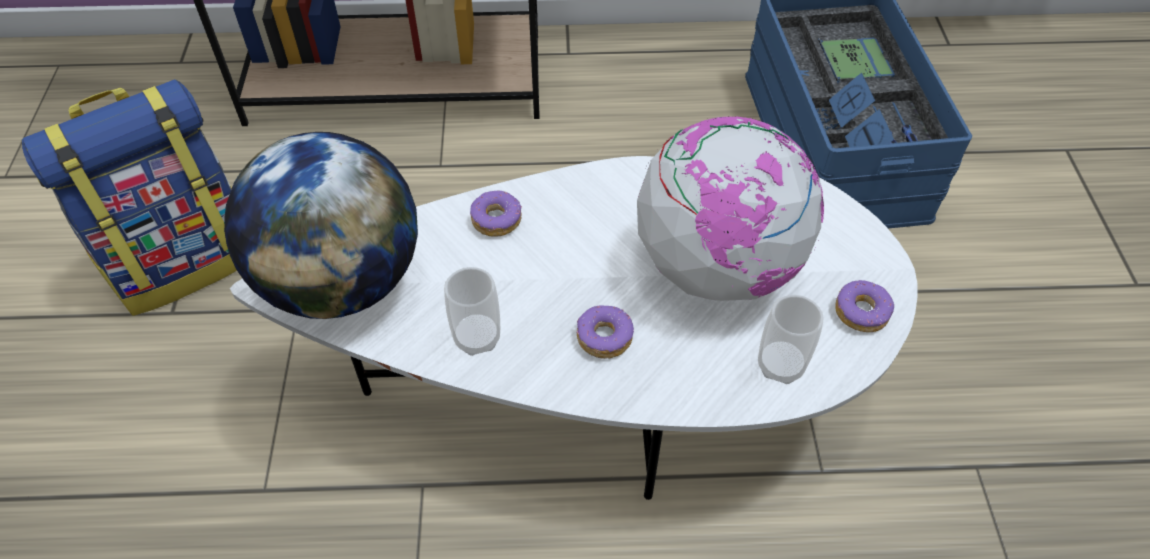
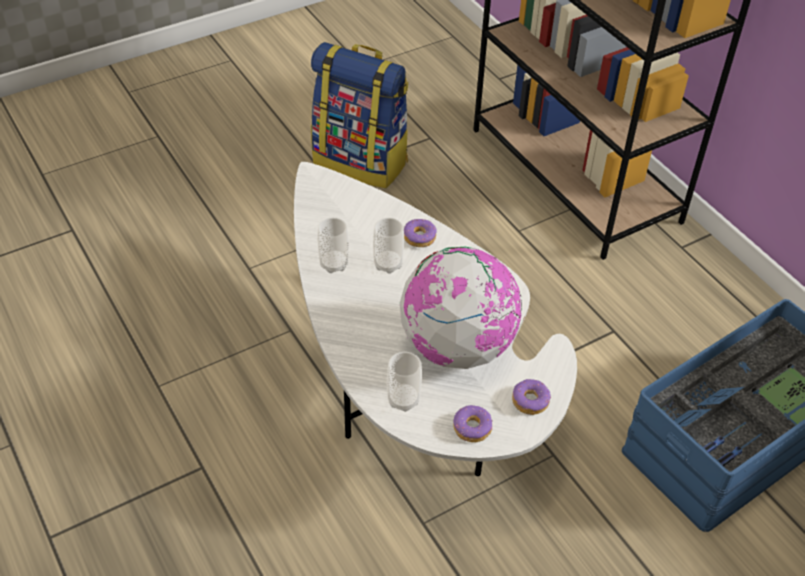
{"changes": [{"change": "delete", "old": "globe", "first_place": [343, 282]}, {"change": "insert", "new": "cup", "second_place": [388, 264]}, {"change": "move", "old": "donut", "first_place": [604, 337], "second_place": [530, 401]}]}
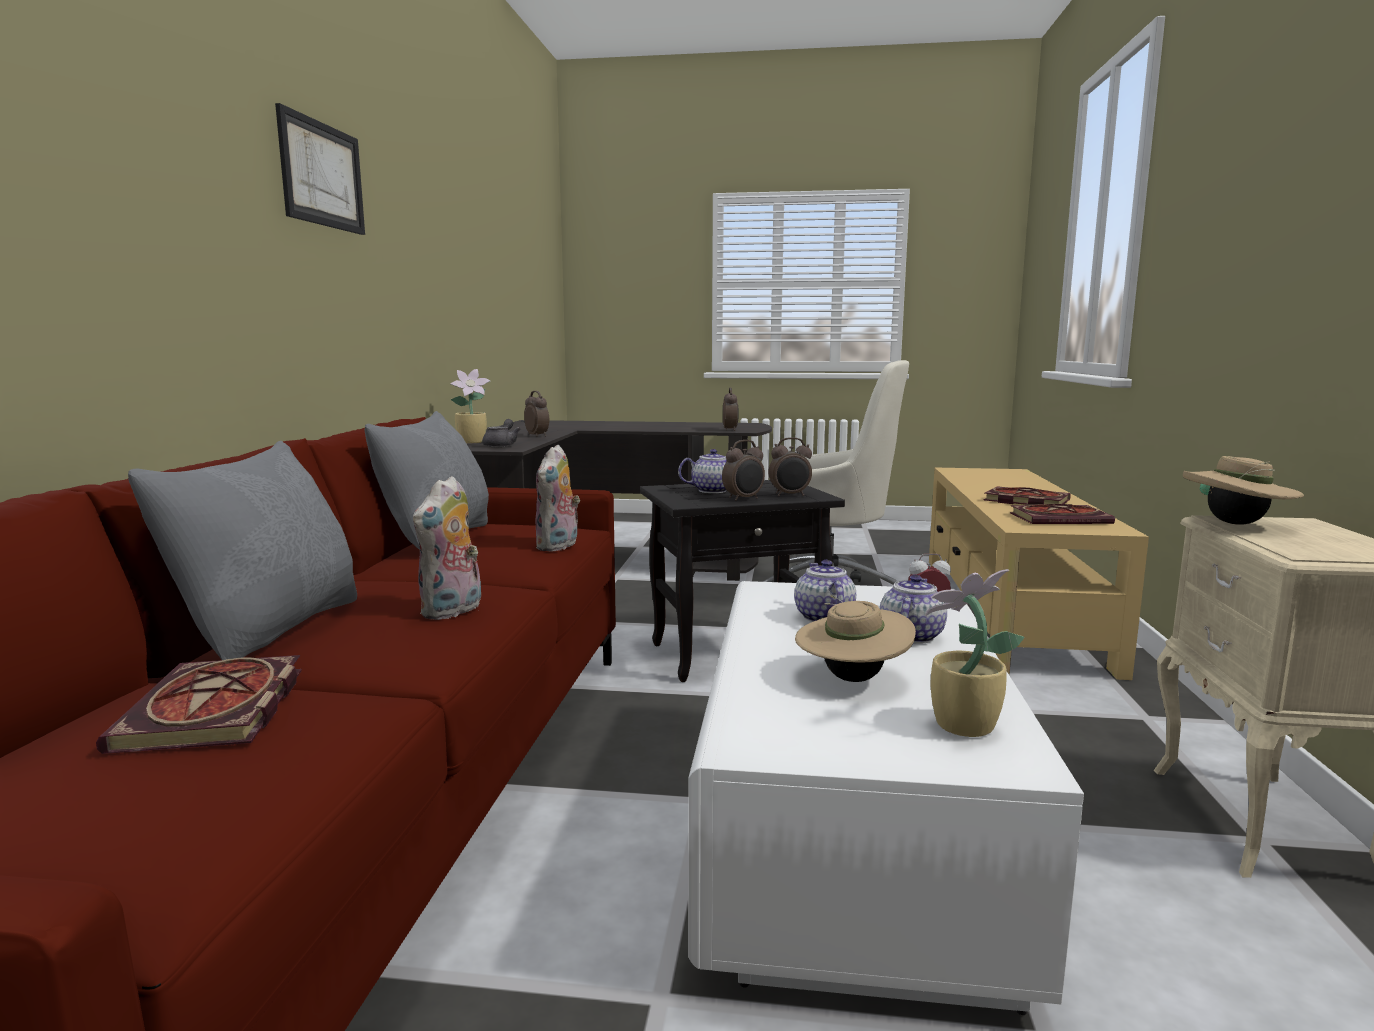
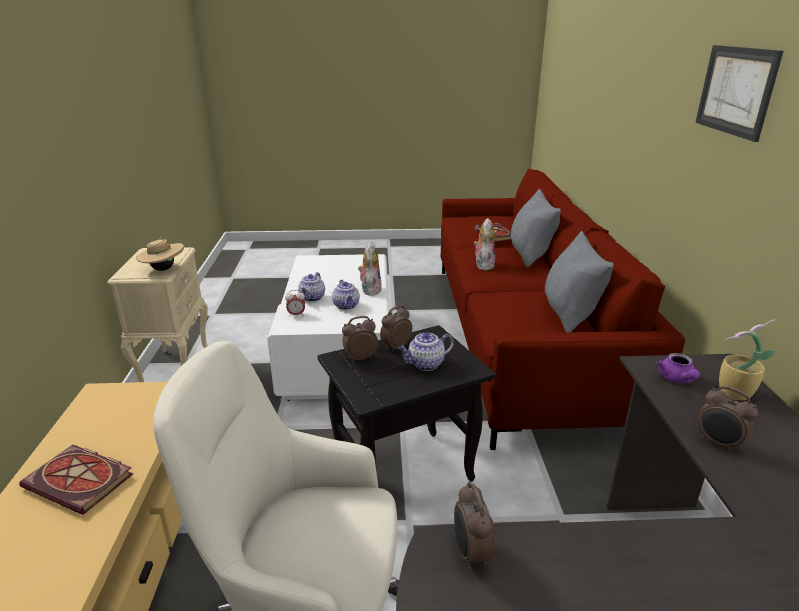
{"changes": [{"change": "delete", "old": "beige hat", "first_place": [852, 678]}, {"change": "delete", "old": "potted plant", "first_place": [961, 726]}, {"change": "delete", "old": "book", "first_place": [1061, 519]}, {"change": "move", "old": "plush toy", "first_place": [559, 546], "second_place": [370, 290]}, {"change": "recolor", "old": "grey teapot", "new": "purple teapot", "first_place": [501, 445], "second_place": [677, 379]}]}
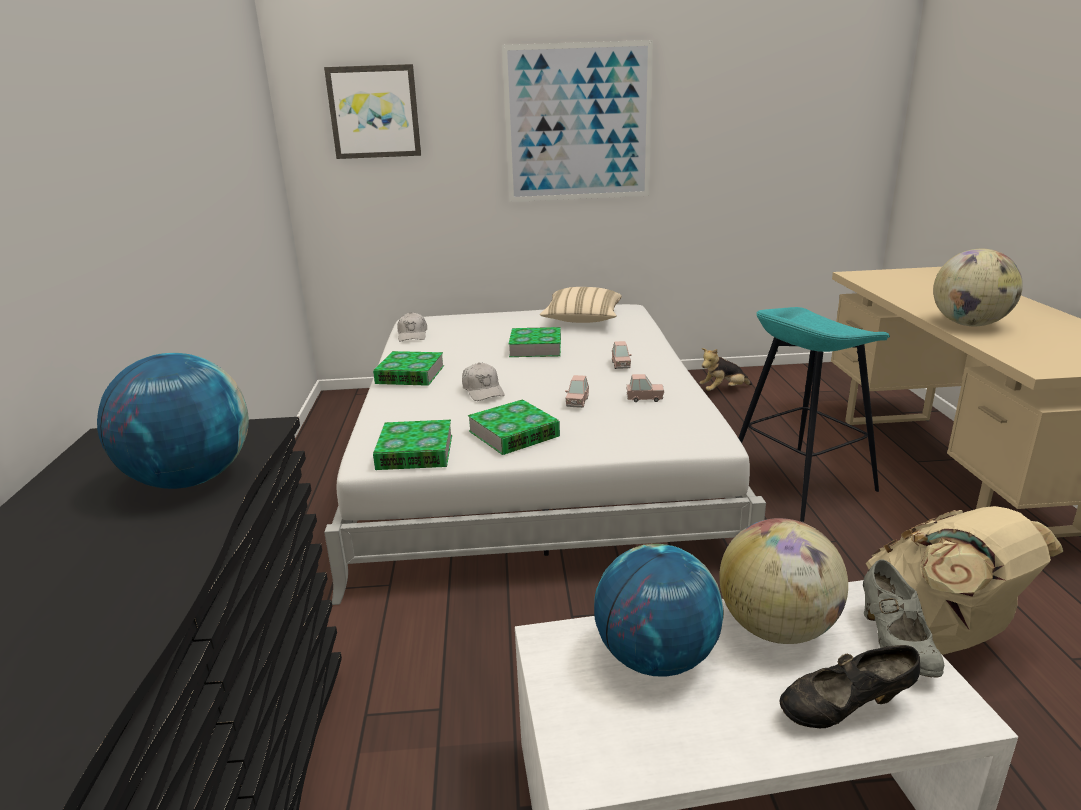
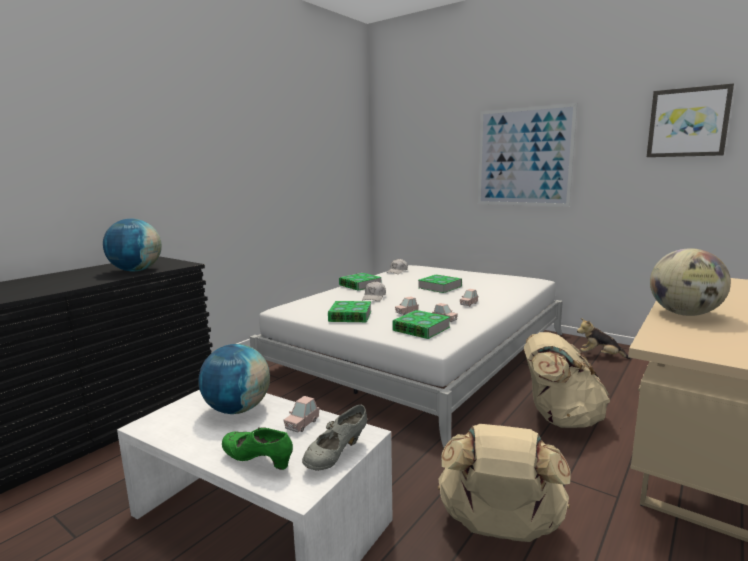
{"changes": [{"change": "delete", "old": "beige pillow", "first_place": [582, 320]}, {"change": "move", "old": "picture", "first_place": [374, 112], "second_place": [688, 122]}, {"change": "move", "old": "book", "first_place": [415, 452], "second_place": [421, 329]}, {"change": "replace", "old": "globe", "new": "pink toy car", "first_place": [776, 628], "second_place": [302, 424]}, {"change": "replace", "old": "turquoise stool", "new": "beige backpack", "first_place": [799, 483], "second_place": [560, 418]}, {"change": "recolor", "old": "black shoe", "new": "green shoe", "first_place": [844, 710], "second_place": [258, 461]}]}
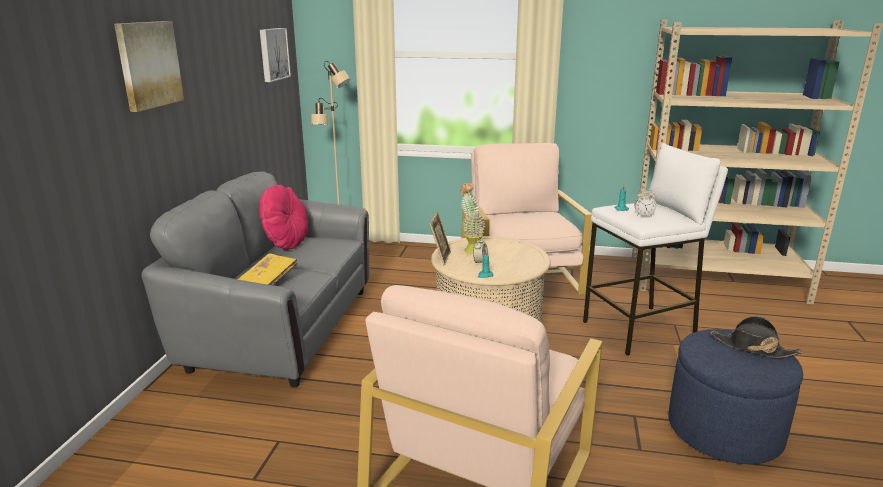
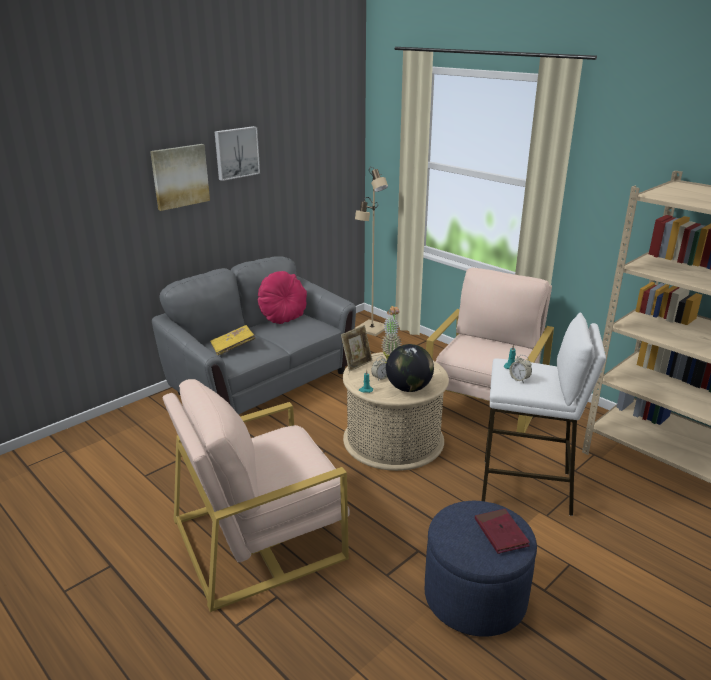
{"changes": [{"change": "insert", "new": "globe", "second_place": [409, 388]}, {"change": "move", "old": "picture", "first_place": [273, 54], "second_place": [236, 152]}, {"change": "replace", "old": "black hat", "new": "red book", "first_place": [752, 347], "second_place": [501, 533]}]}
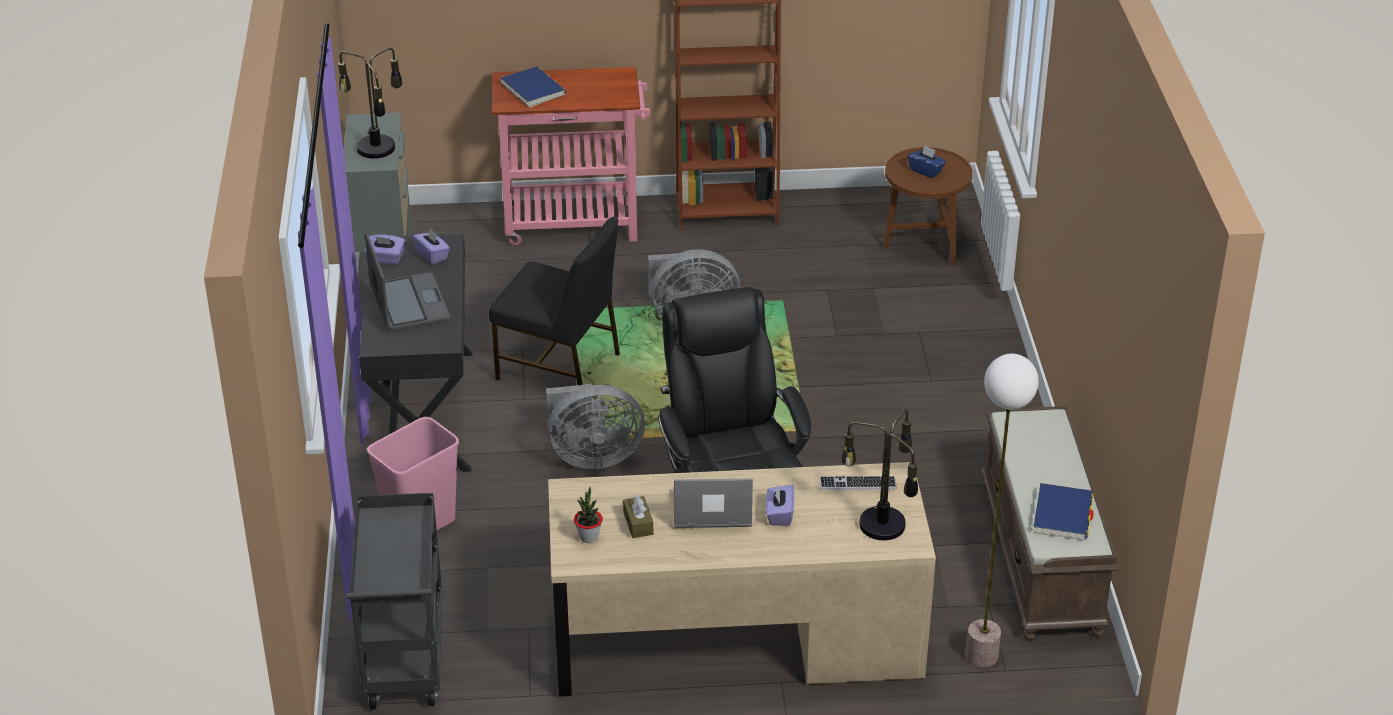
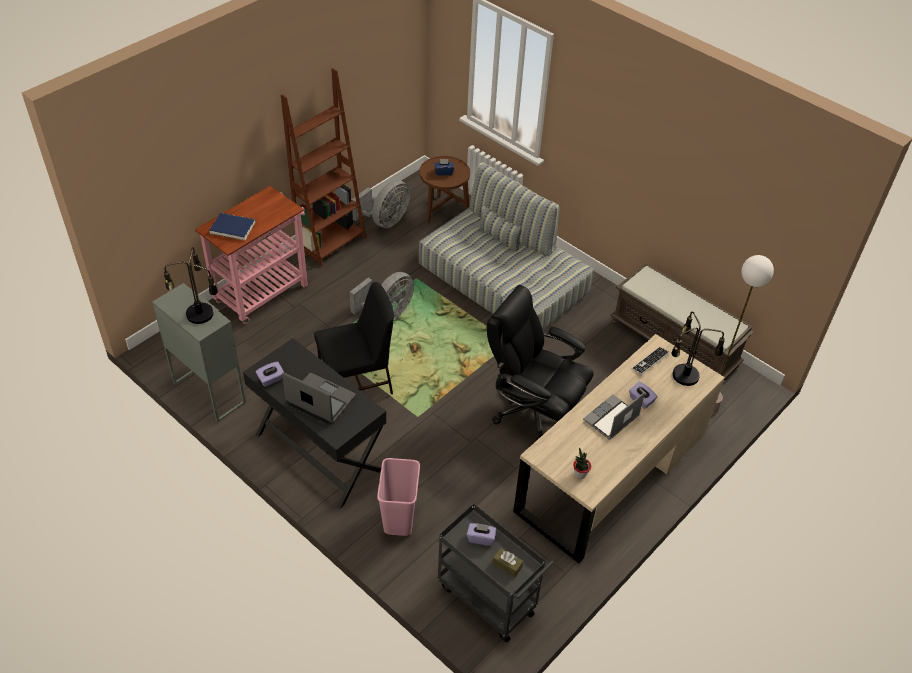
{"changes": [{"change": "delete", "old": "blue book", "first_place": [1062, 515]}, {"change": "insert", "new": "sofa", "second_place": [504, 277]}, {"change": "move", "old": "purple tissue box", "first_place": [432, 256], "second_place": [481, 538]}, {"change": "move", "old": "grey fan", "first_place": [592, 456], "second_place": [385, 221]}, {"change": "move", "old": "brown tissue box", "first_place": [638, 523], "second_place": [507, 565]}]}
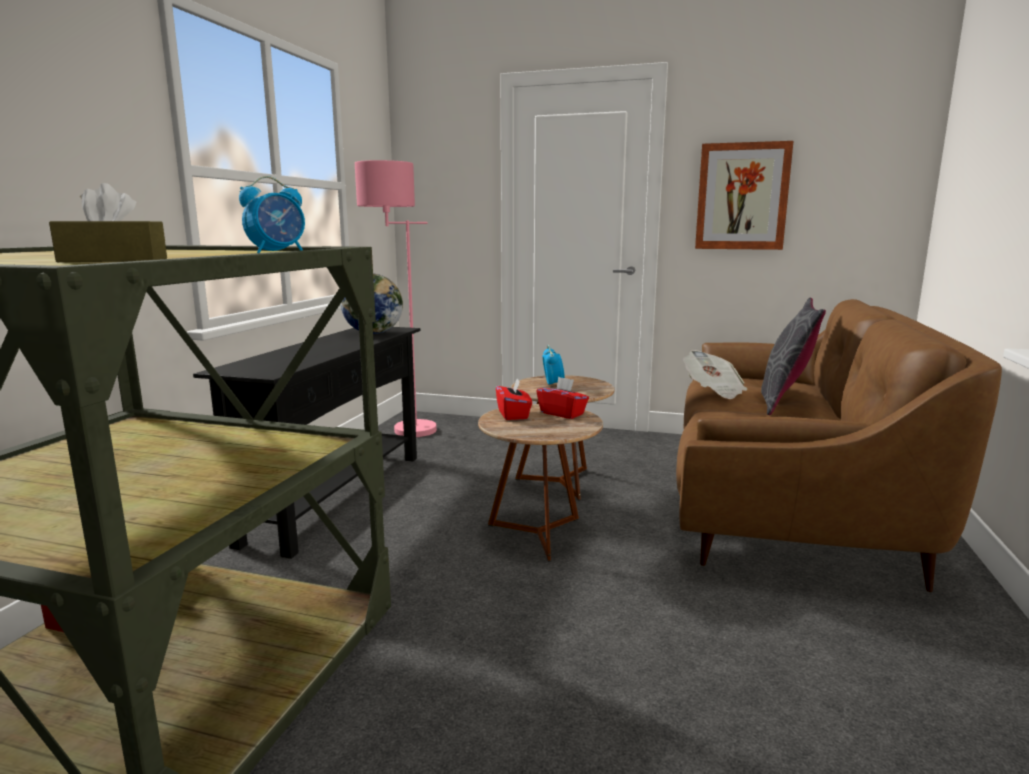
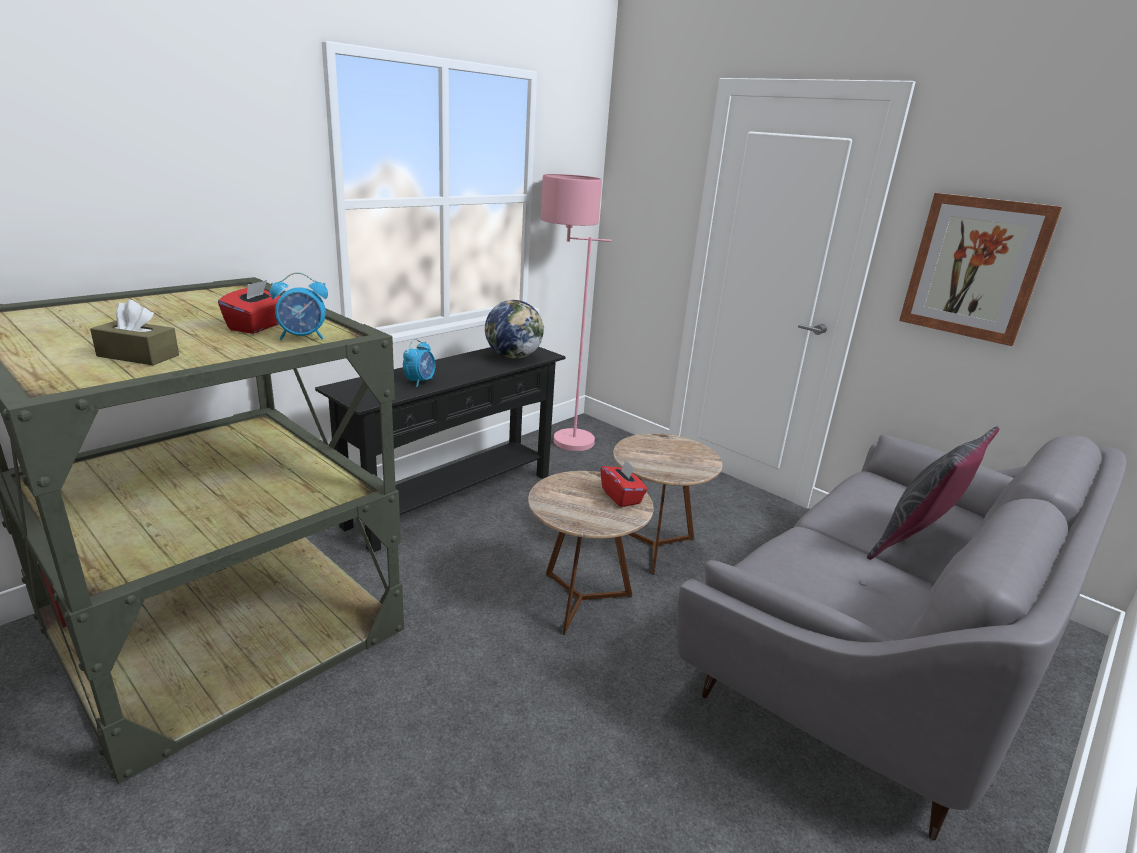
{"changes": [{"change": "delete", "old": "newspaper", "first_place": [713, 391]}, {"change": "move", "old": "red tissue box", "first_place": [513, 414], "second_place": [258, 326]}, {"change": "move", "old": "alarm clock", "first_place": [553, 384], "second_place": [420, 381]}, {"change": "recolor", "old": "brown sofa", "new": "grey sofa", "first_place": [785, 501], "second_place": [877, 654]}]}
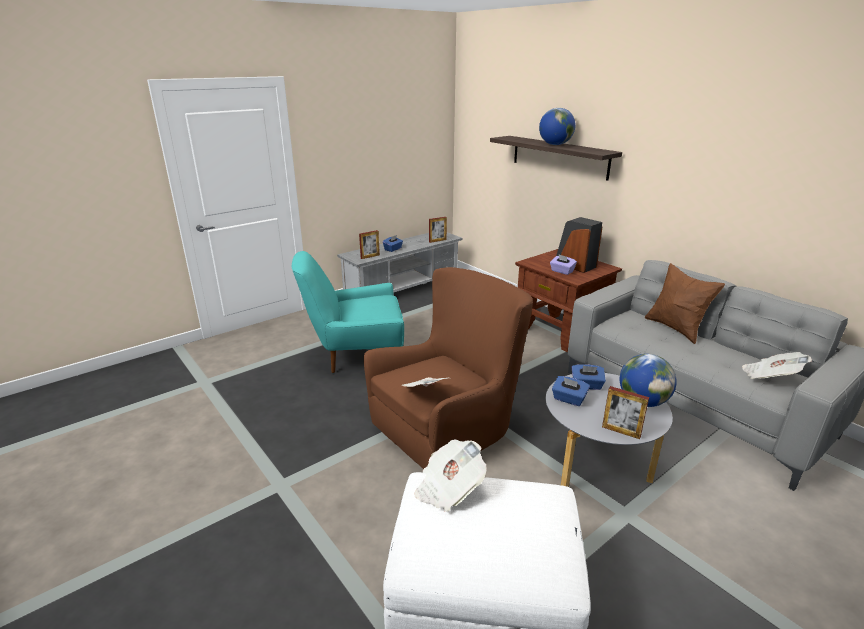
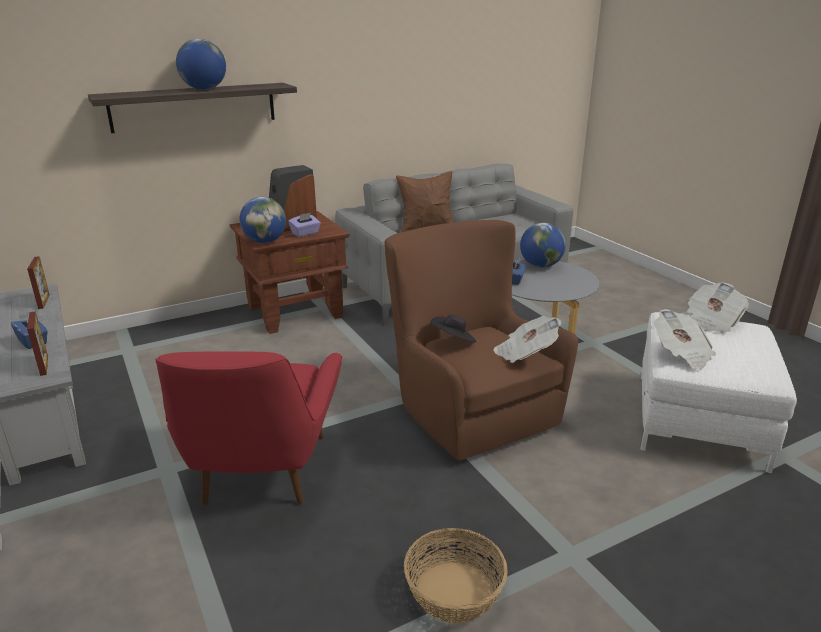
{"changes": [{"change": "delete", "old": "blue tissue box", "first_place": [568, 399]}, {"change": "delete", "old": "picture frame", "first_place": [621, 431]}, {"change": "insert", "new": "globe", "second_place": [265, 241]}, {"change": "insert", "new": "basket", "second_place": [454, 592]}, {"change": "insert", "new": "black hat", "second_place": [453, 340]}, {"change": "move", "old": "newspaper", "first_place": [770, 377], "second_place": [711, 322]}, {"change": "recolor", "old": "turquoise armchair", "new": "red armchair", "first_place": [357, 356], "second_place": [261, 475]}]}
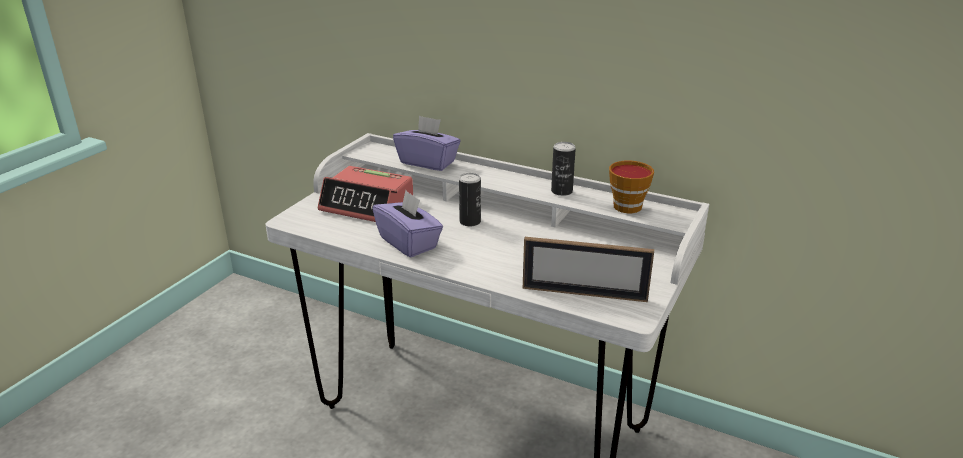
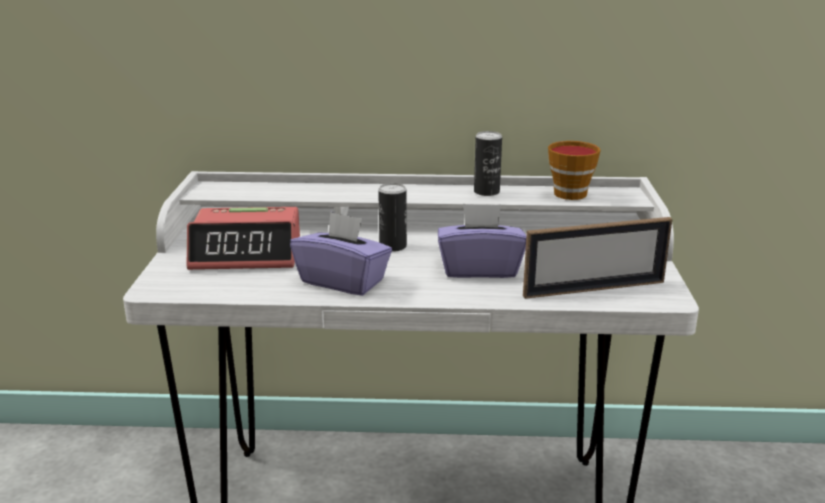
{"changes": [{"change": "move", "old": "purple tissue box", "first_place": [428, 162], "second_place": [479, 269]}]}
